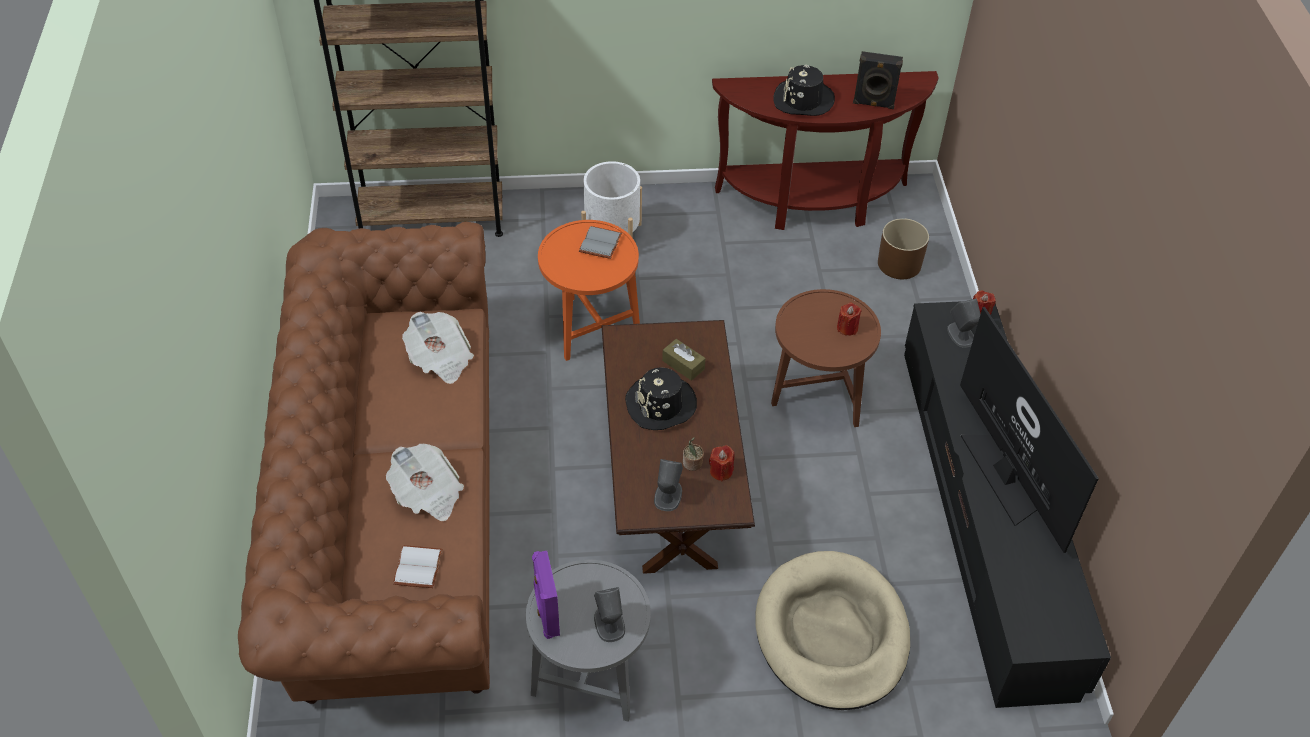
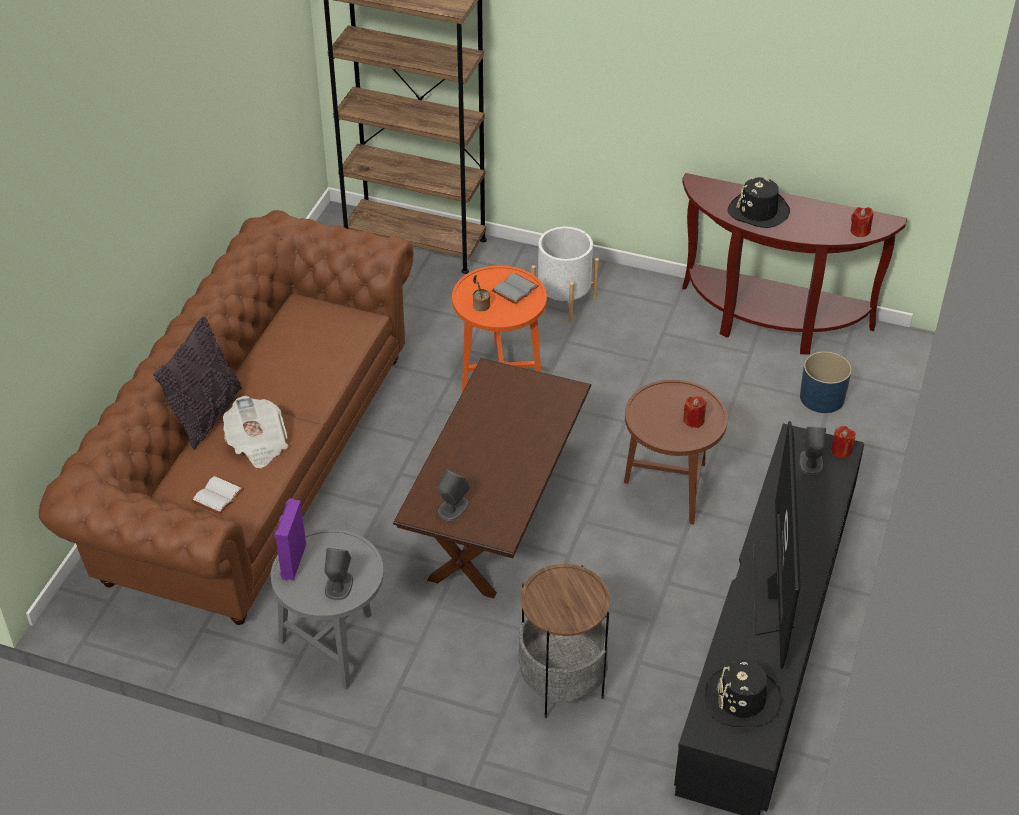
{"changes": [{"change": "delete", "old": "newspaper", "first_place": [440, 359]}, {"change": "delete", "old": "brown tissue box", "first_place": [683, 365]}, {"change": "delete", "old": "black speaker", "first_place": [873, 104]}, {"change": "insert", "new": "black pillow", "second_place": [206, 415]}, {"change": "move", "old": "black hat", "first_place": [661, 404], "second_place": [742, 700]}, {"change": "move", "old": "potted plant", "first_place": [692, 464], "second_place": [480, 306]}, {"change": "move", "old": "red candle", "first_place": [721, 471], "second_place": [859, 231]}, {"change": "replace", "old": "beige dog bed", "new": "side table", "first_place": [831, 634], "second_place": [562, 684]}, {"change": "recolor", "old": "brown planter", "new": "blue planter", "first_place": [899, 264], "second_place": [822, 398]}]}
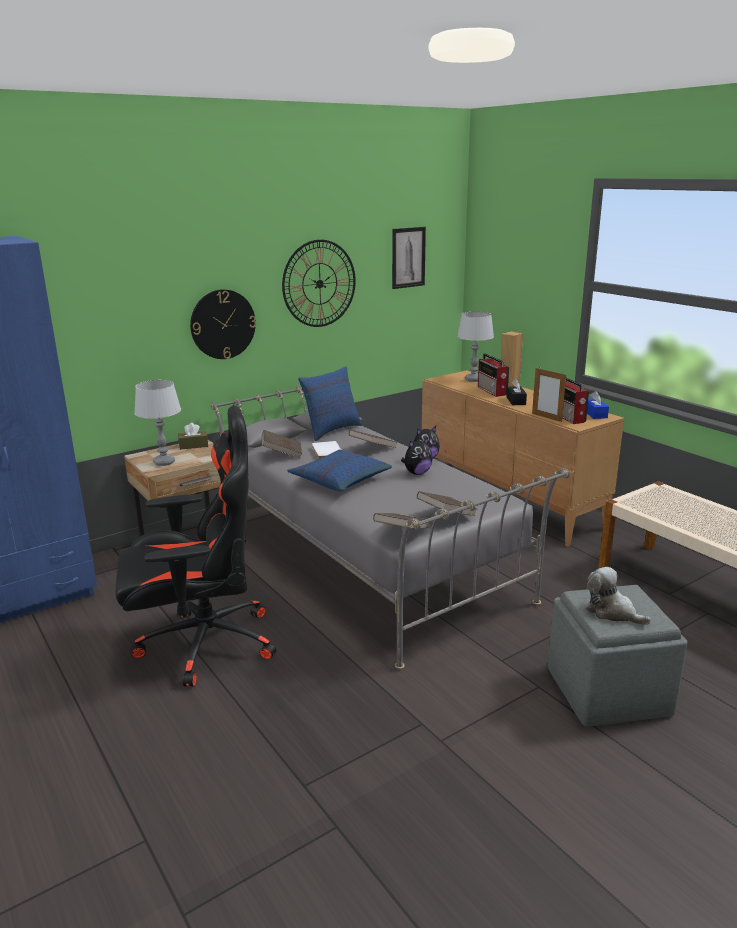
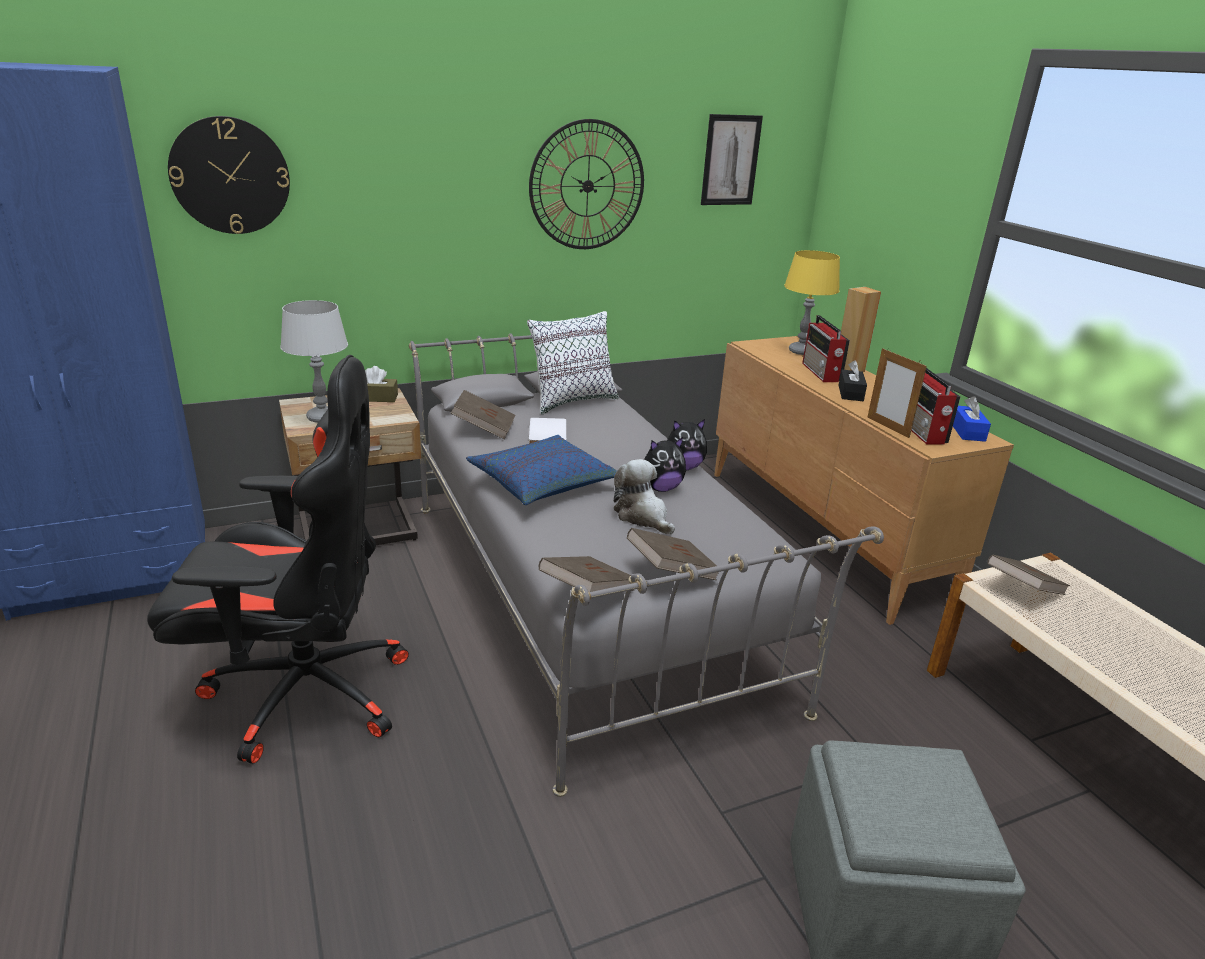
{"changes": [{"change": "move", "old": "wall clock", "first_place": [223, 324], "second_place": [230, 176]}, {"change": "move", "old": "brown book", "first_place": [373, 449], "second_place": [1022, 590]}, {"change": "move", "old": "plush toy", "first_place": [612, 612], "second_place": [642, 516]}, {"change": "recolor", "old": "blue pillow", "new": "white pillow", "first_place": [332, 431], "second_place": [573, 402]}, {"change": "recolor", "old": "grey table lamp", "new": "yellow table lamp", "first_place": [473, 380], "second_place": [801, 351]}]}
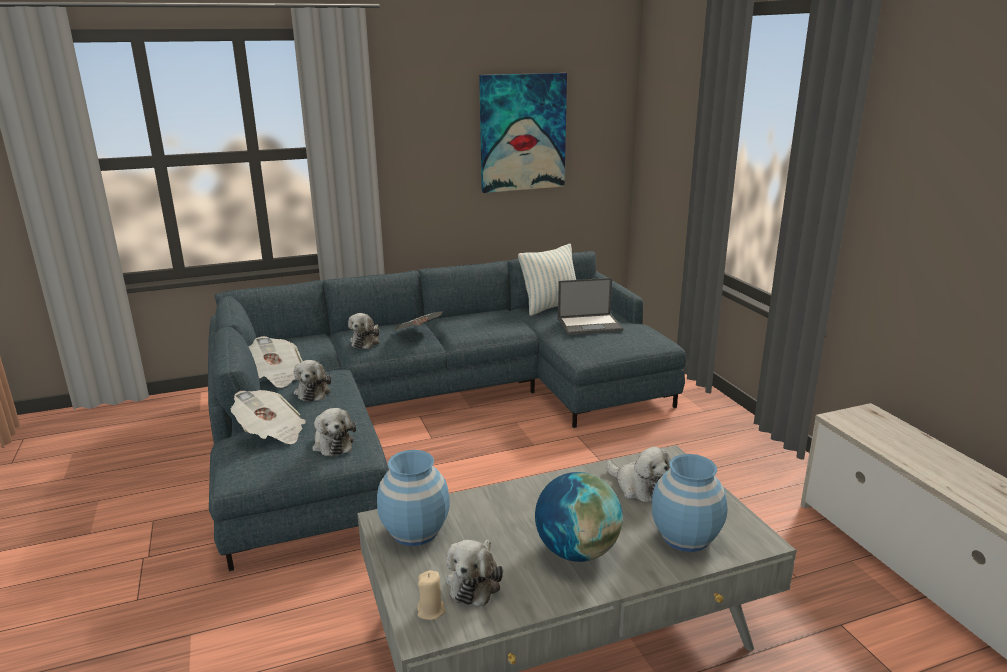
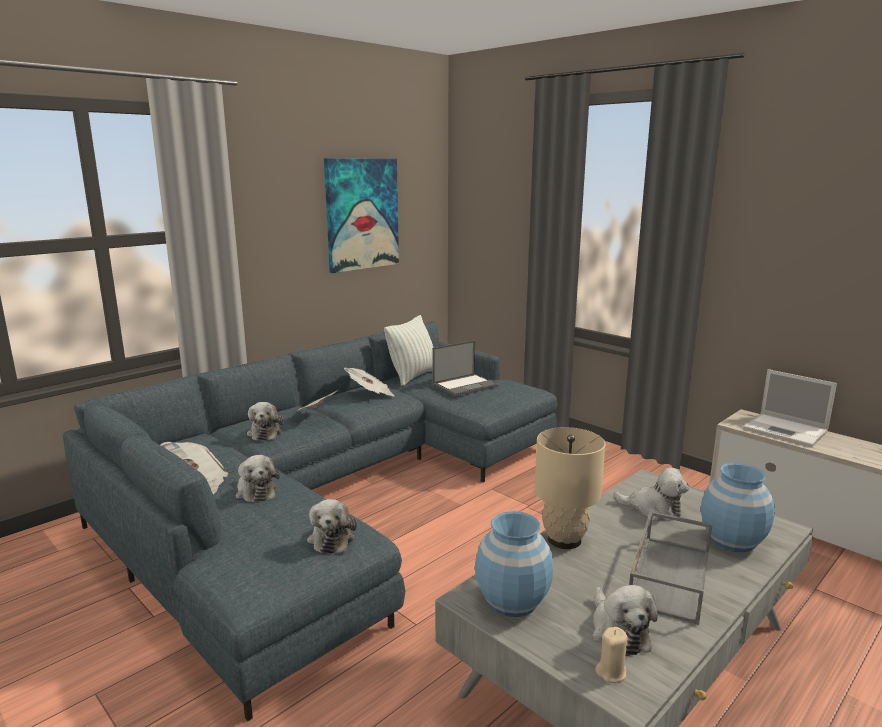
{"changes": [{"change": "insert", "new": "beige table lamp", "second_place": [564, 540]}, {"change": "insert", "new": "laptop", "second_place": [786, 430]}, {"change": "move", "old": "newspaper", "first_place": [271, 433], "second_place": [370, 394]}, {"change": "replace", "old": "globe", "new": "grey tray", "first_place": [577, 551], "second_place": [668, 576]}, {"change": "rotate", "old": "plush toy", "first_place": [332, 443], "second_place": [331, 538], "degrees": 45}]}
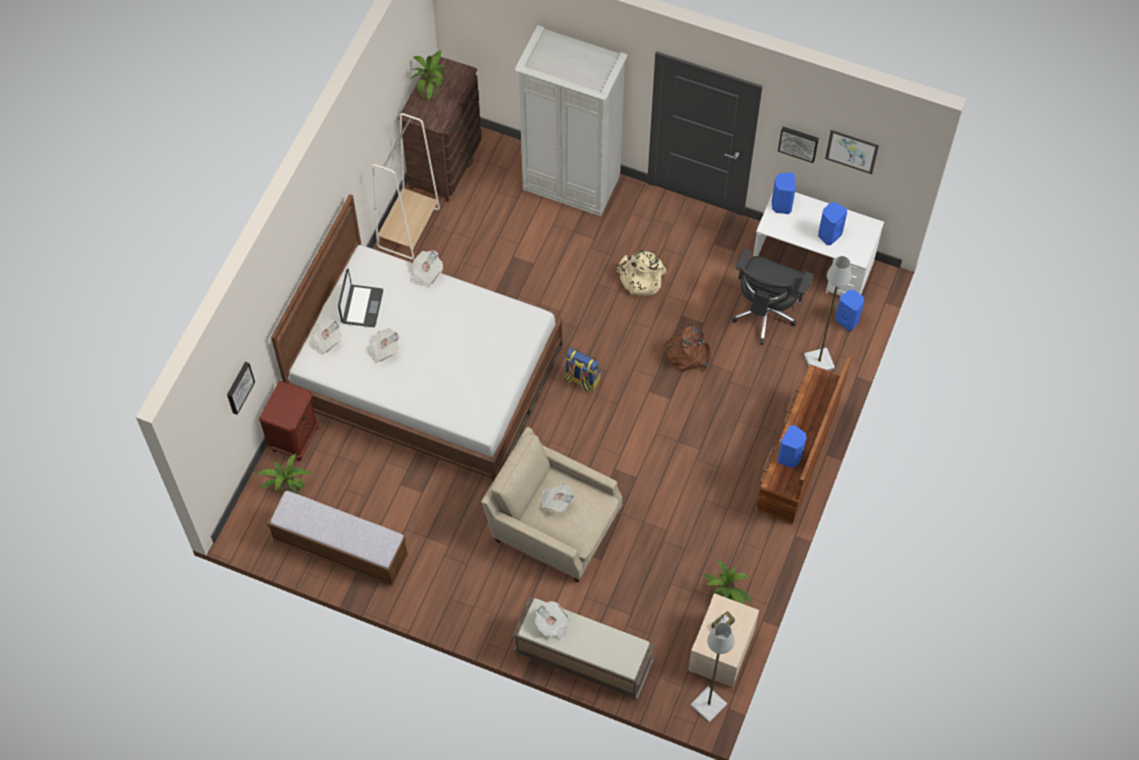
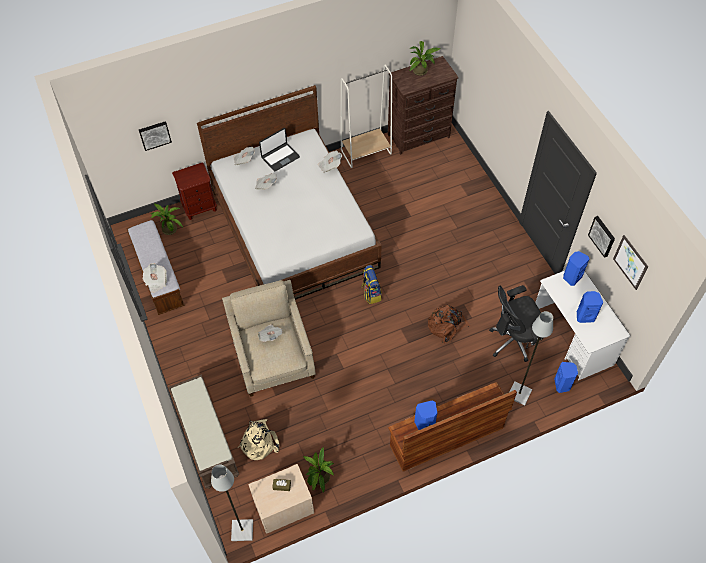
{"changes": [{"change": "delete", "old": "white wardrobe", "first_place": [571, 183]}, {"change": "move", "old": "newspaper", "first_place": [553, 625], "second_place": [156, 282]}, {"change": "move", "old": "beige backpack", "first_place": [640, 278], "second_place": [259, 442]}]}
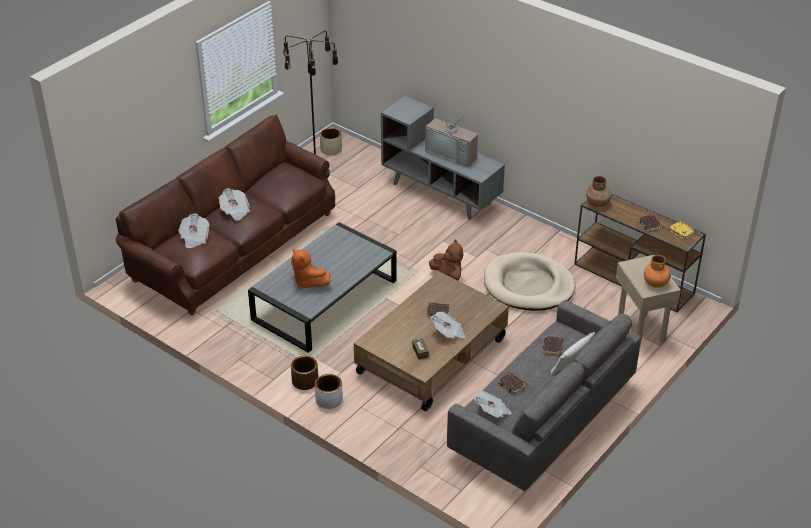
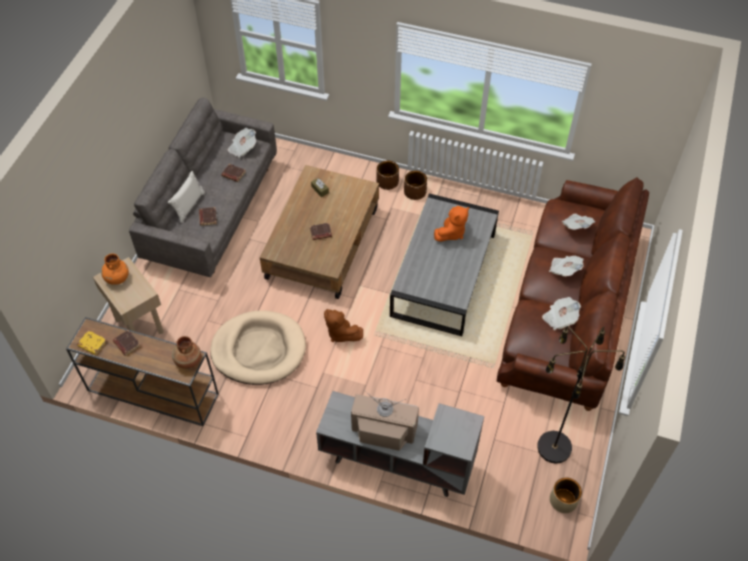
{"changes": [{"change": "move", "old": "newspaper", "first_place": [448, 333], "second_place": [559, 318]}, {"change": "recolor", "old": "white planter", "new": "brown planter", "first_place": [329, 400], "second_place": [387, 182]}, {"change": "rotate", "old": "orange plush toy", "first_place": [308, 282], "second_place": [451, 233], "degrees": 105}]}
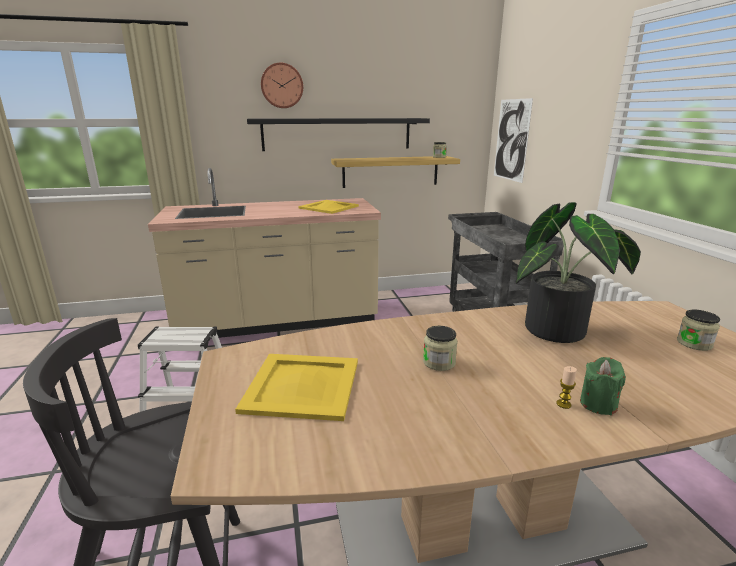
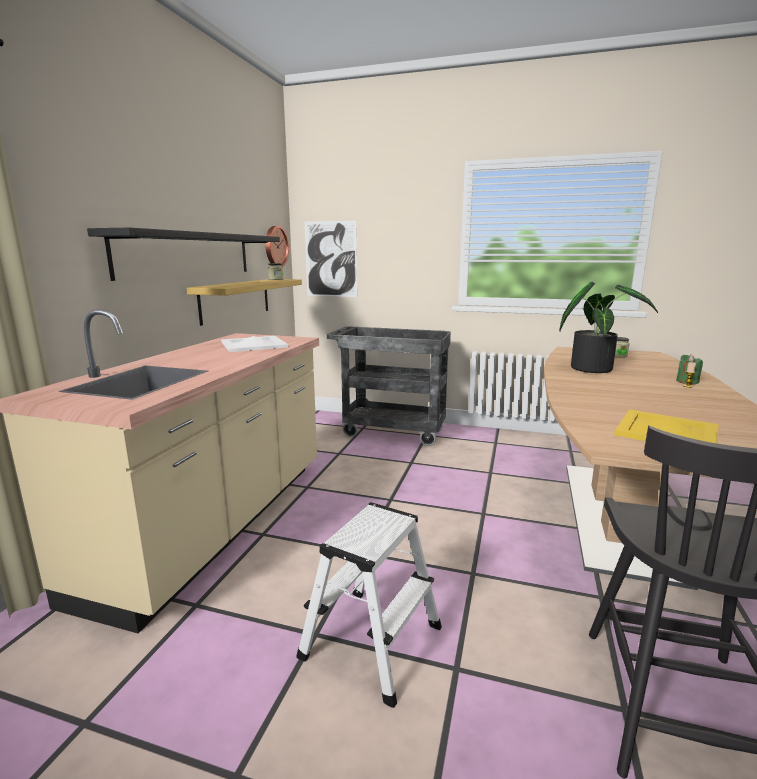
{"changes": [{"change": "delete", "old": "jar", "first_place": [439, 362]}, {"change": "move", "old": "wall clock", "first_place": [282, 86], "second_place": [275, 246]}, {"change": "recolor", "old": "yellow tray", "new": "white tray", "first_place": [329, 207], "second_place": [254, 344]}]}
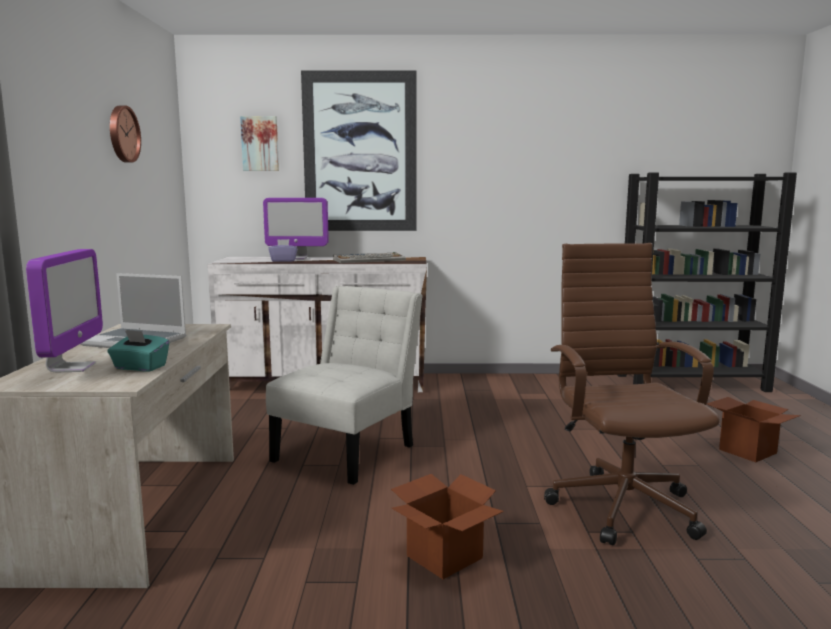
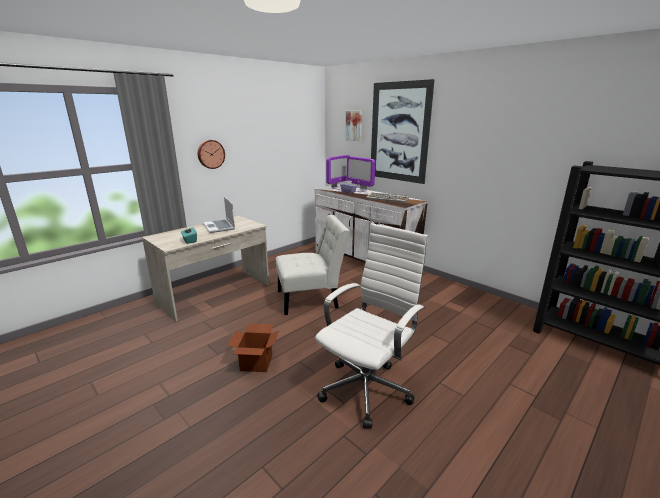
{"changes": [{"change": "delete", "old": "cardboard box", "first_place": [748, 451]}, {"change": "move", "old": "monitor", "first_place": [71, 368], "second_place": [337, 188]}, {"change": "move", "old": "wall clock", "first_place": [122, 134], "second_place": [210, 154]}, {"change": "recolor", "old": "brown office chair", "new": "white office chair", "first_place": [620, 504], "second_place": [367, 387]}]}
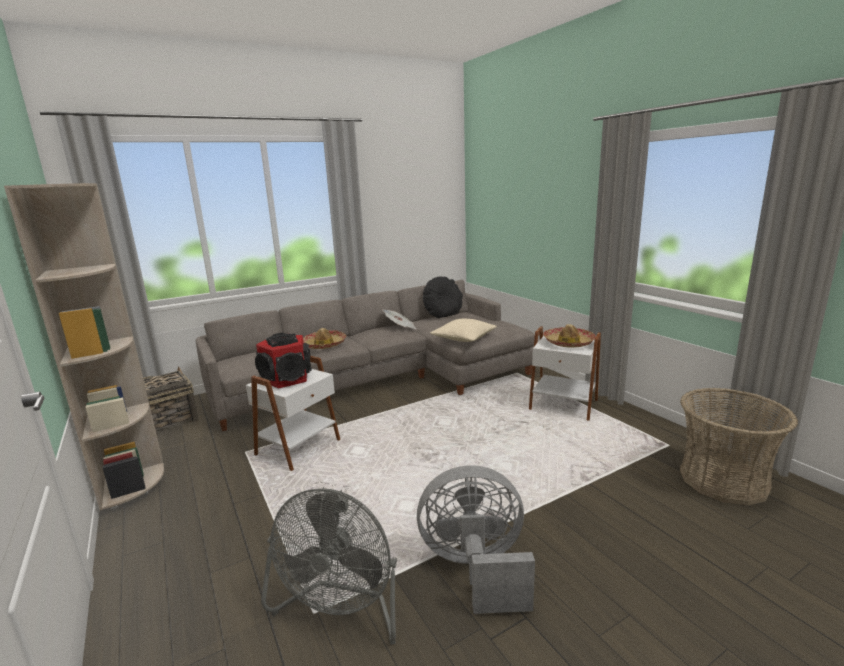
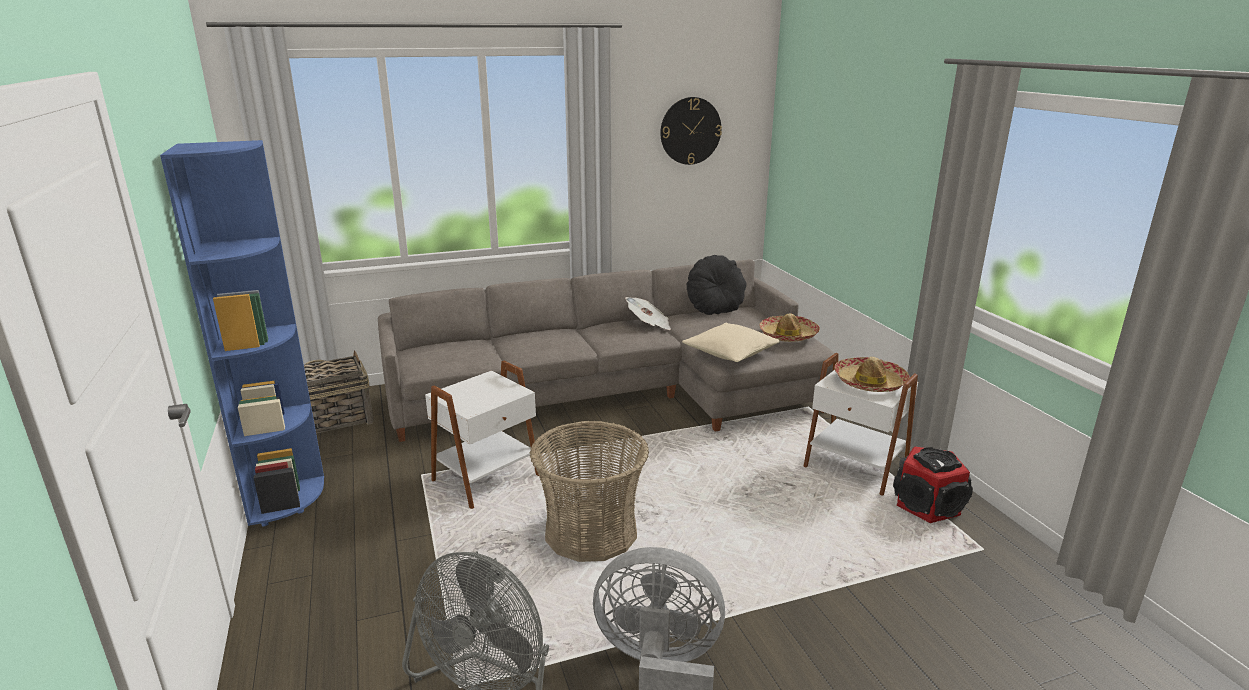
{"changes": [{"change": "insert", "new": "wall clock", "second_place": [690, 131]}, {"change": "move", "old": "speaker", "first_place": [287, 378], "second_place": [927, 505]}, {"change": "move", "old": "hat", "first_place": [324, 344], "second_place": [788, 335]}, {"change": "move", "old": "basket", "first_place": [723, 480], "second_place": [590, 532]}, {"change": "recolor", "old": "beige bookcase", "new": "blue bookcase", "first_place": [133, 491], "second_place": [287, 507]}]}
